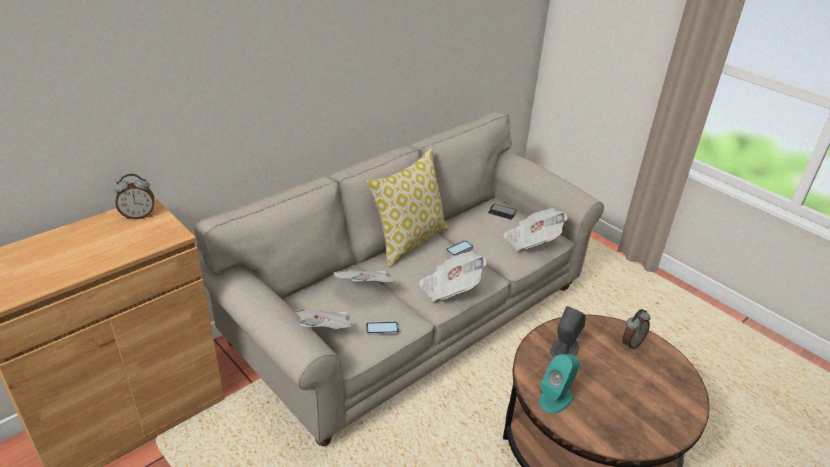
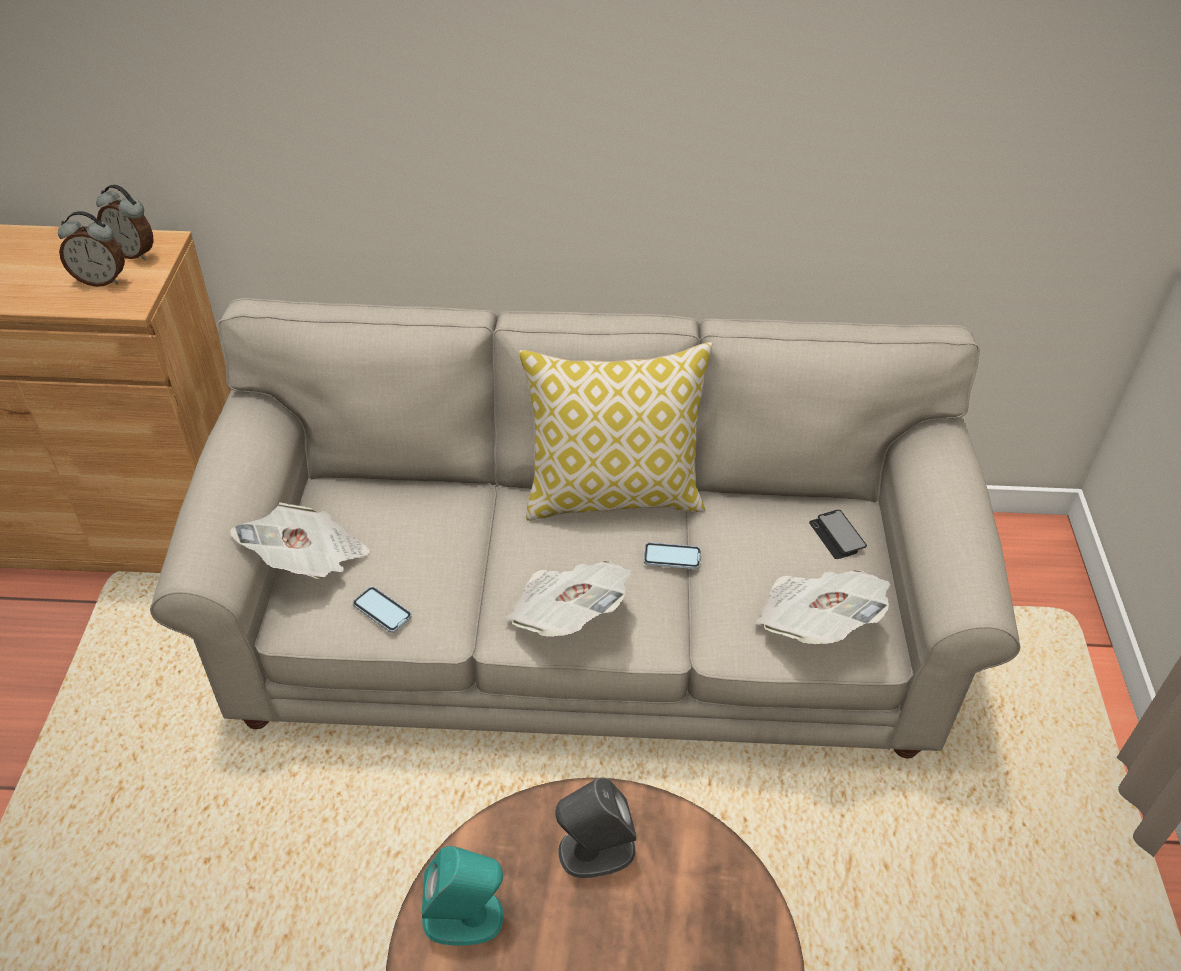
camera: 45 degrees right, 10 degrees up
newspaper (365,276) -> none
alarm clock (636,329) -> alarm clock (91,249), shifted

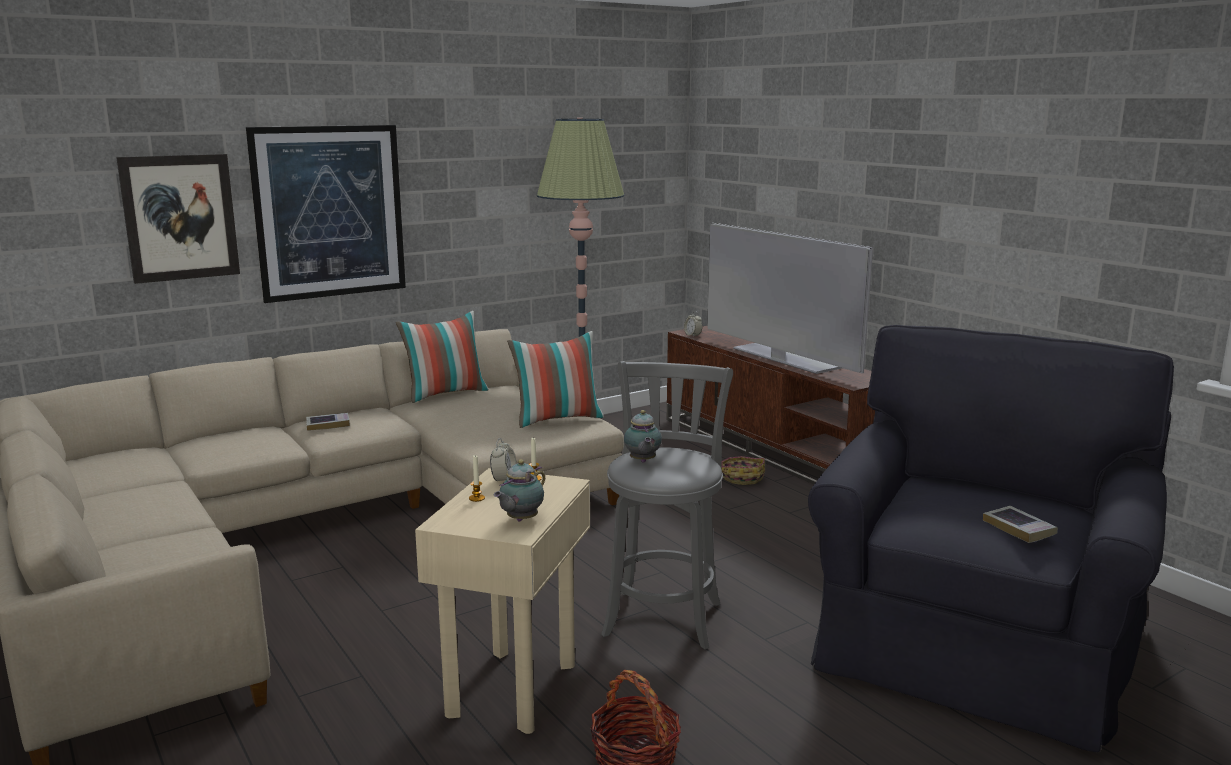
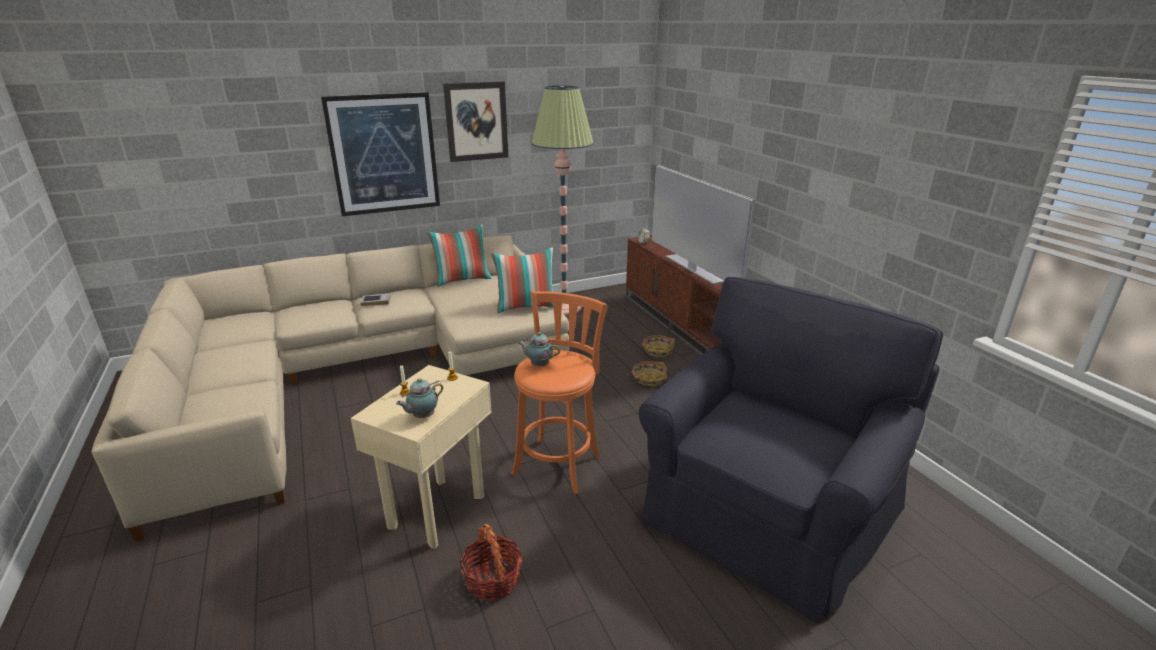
camera: 10 degrees right, 10 degrees up
picture (178,219) -> picture (475,121), shifted
alarm clock (503,459) -> none
grey stool (667,505) -> orange stool (559,392)
teapot (643,436) -> teapot (539,349), 105 degrees clockwise
book (1020,524) -> none
none -> basket (647,373)

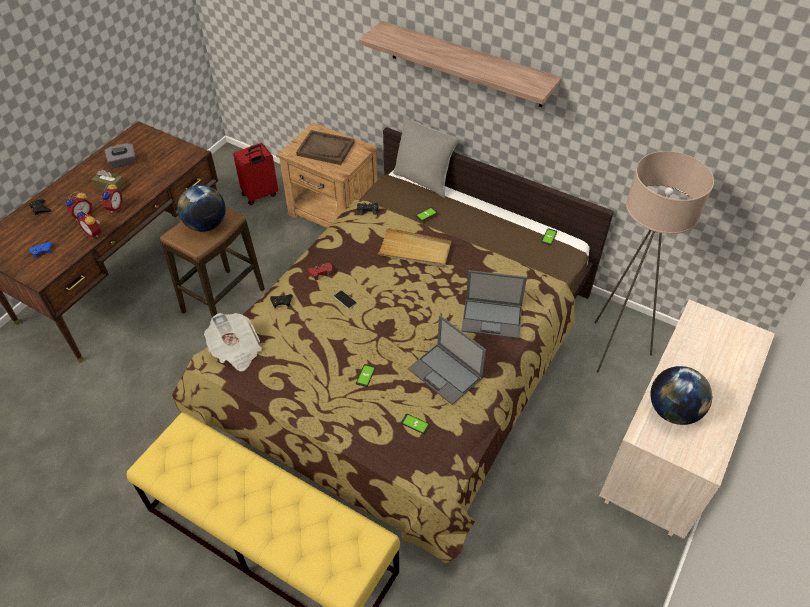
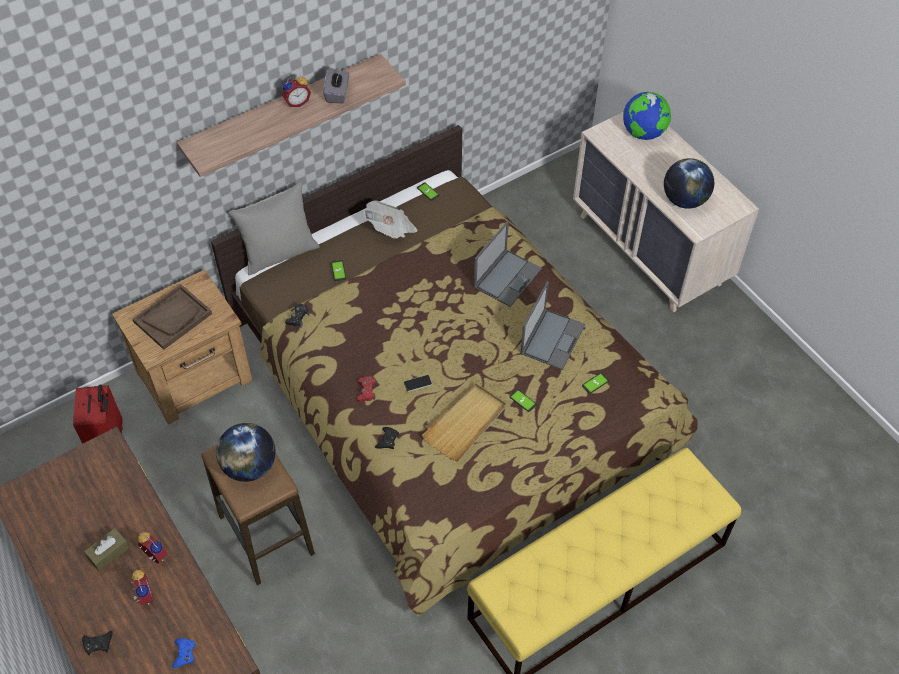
camera: 65 degrees left, 5 degrees up
alarm clock (89,223) -> alarm clock (296,91), shifted
grey tissue box (120,155) -> grey tissue box (336,86), shifted
newspaper (233,342) -> newspaper (389,219), shifted
beige tray (414,247) -> beige tray (464,422), shifted
laptop (447,360) -> laptop (552,325), 45 degrees counterclockwise
beige floor lamp (654,262) -> none
none -> globe (647,116)

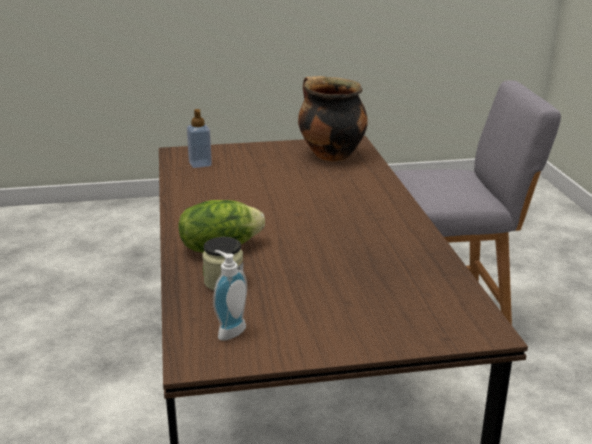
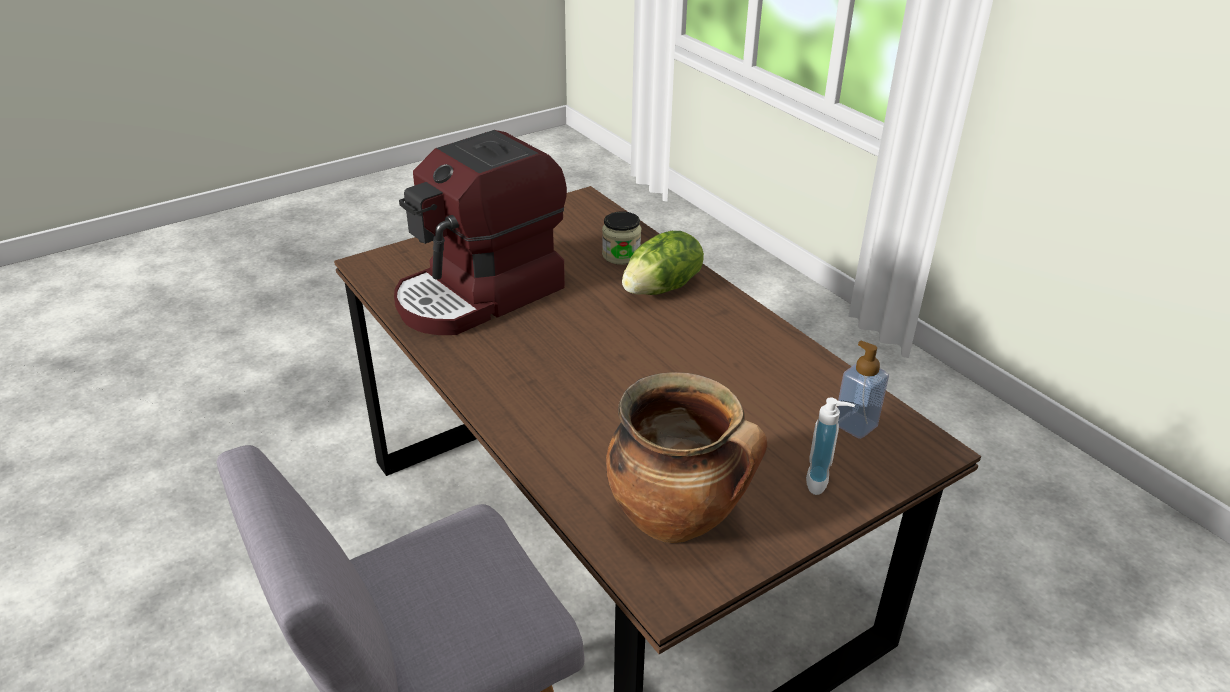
camera: 155 degrees right, 10 degrees up
soap dispenser (230,295) -> soap dispenser (830,446), shifted
none -> coffee machine (480,232)

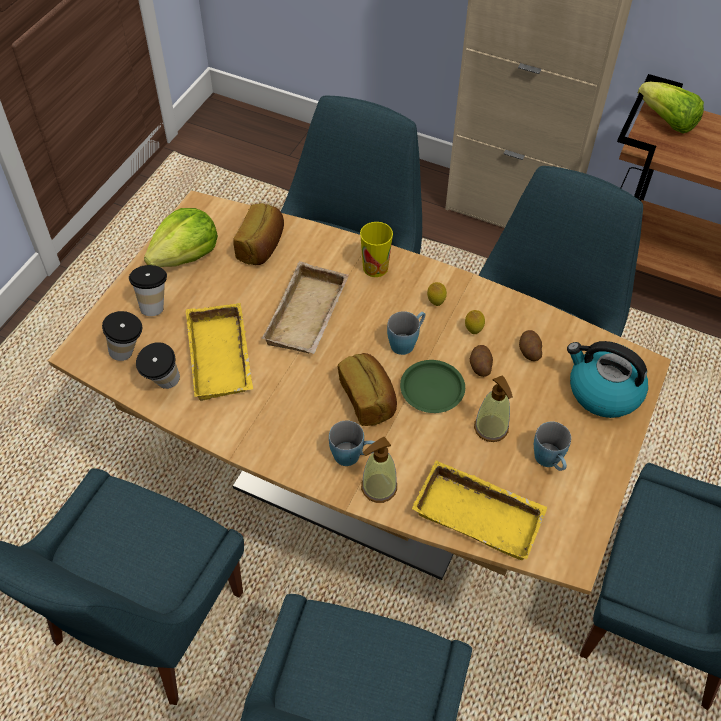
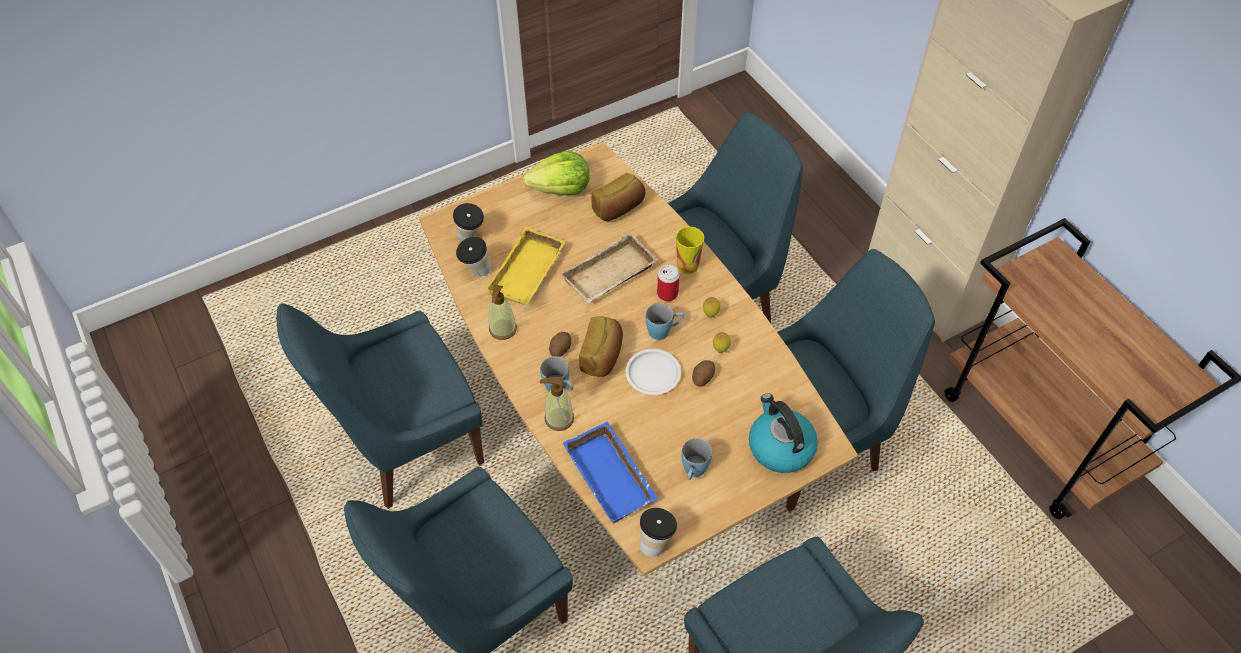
camera: 35 degrees right, 0 degrees up
cup (148,290) -> cup (658,532), shifted
green plate (432,386) -> white plate (653,372)
yellow tray (480,510) -> blue tray (610,472)
soap dispenser (493,408) -> soap dispenser (503,312), shifted
potato (530,345) -> potato (560,344), shifted
lettuce (671,108) -> none
none -> can (668,283)

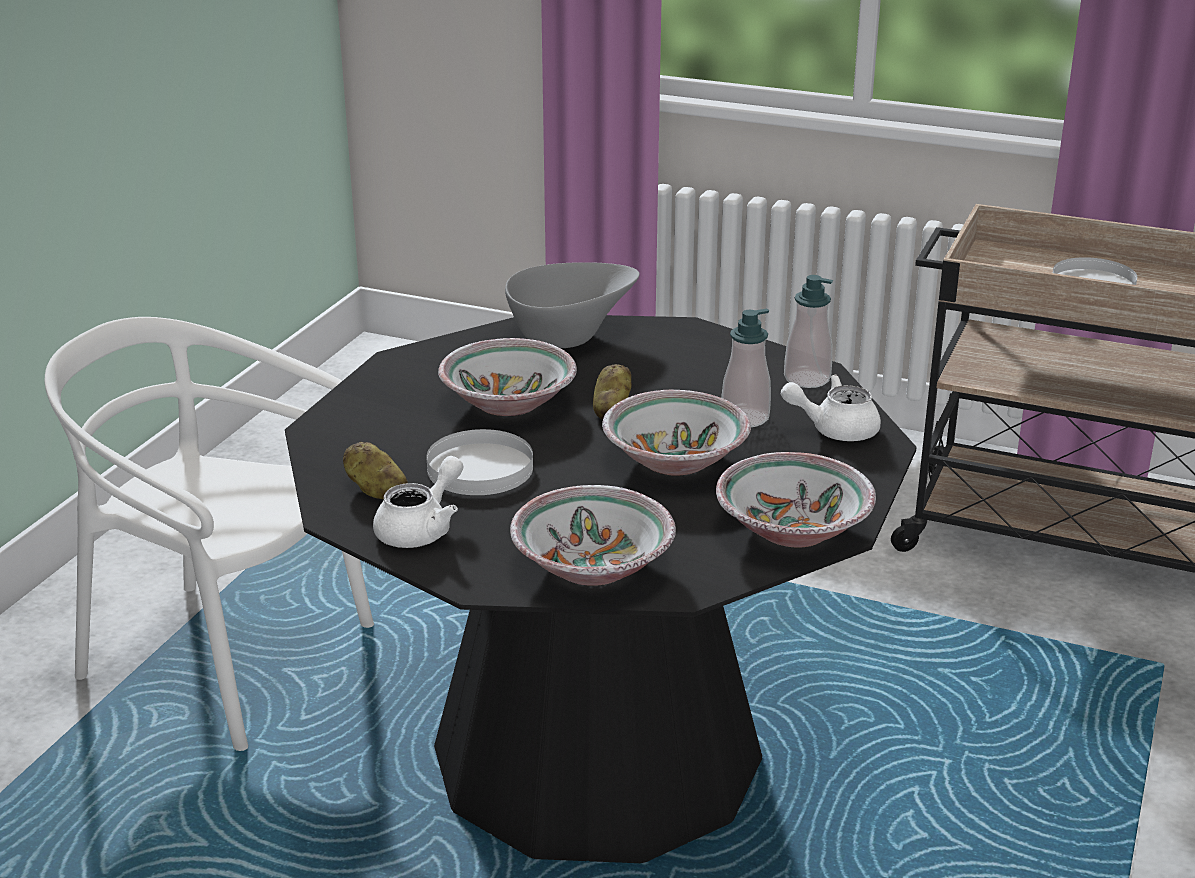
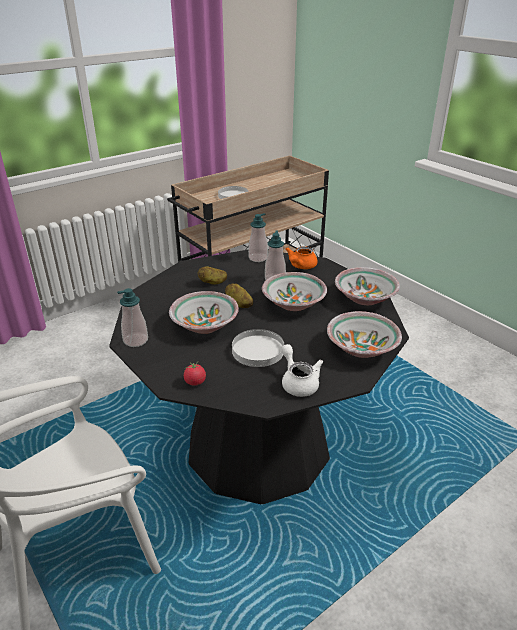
camera: 60 degrees left, 5 degrees up
potato (375,470) -> potato (212,275), shifted
grey bowl (572,305) -> none
white teapot (831,407) -> orange teapot (301,257)
none -> soap dispenser (132,317)
none -> tomato (195,373)

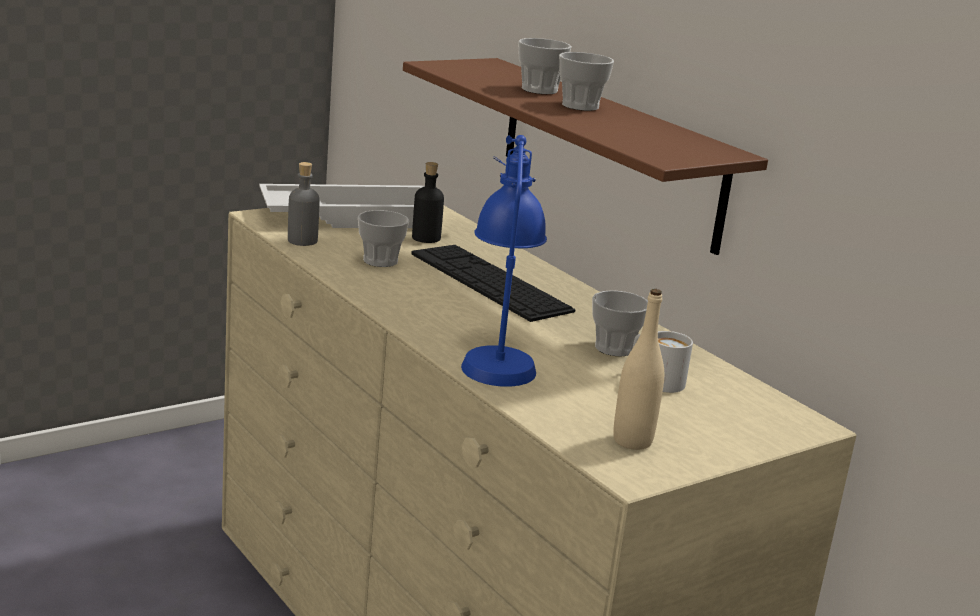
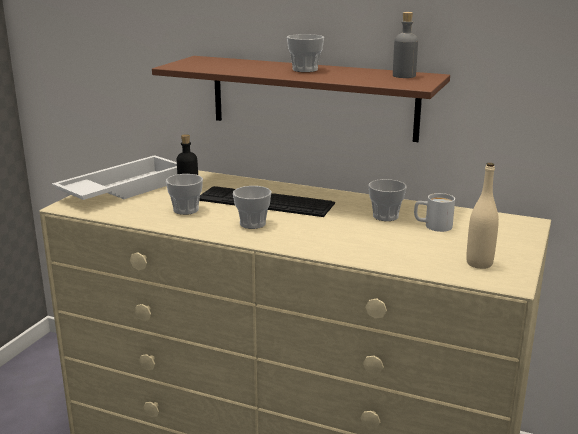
camera: 30 degrees left, 0 degrees up
grey bottle (304,204) -> grey bottle (405,45), shifted
blue table lamp (504,261) -> none
cup (545,66) -> cup (252,207), shifted

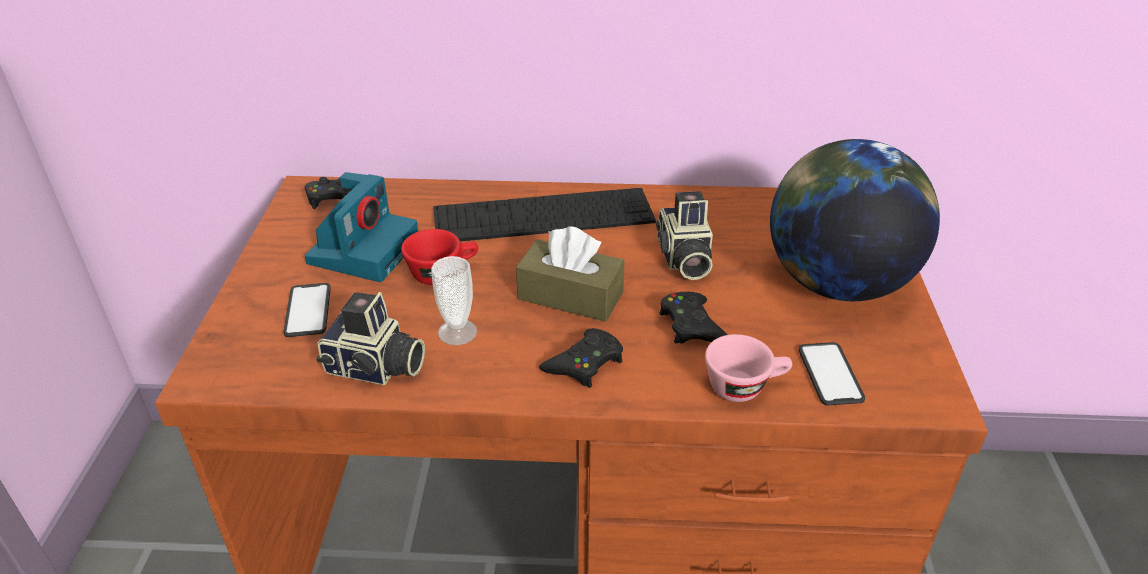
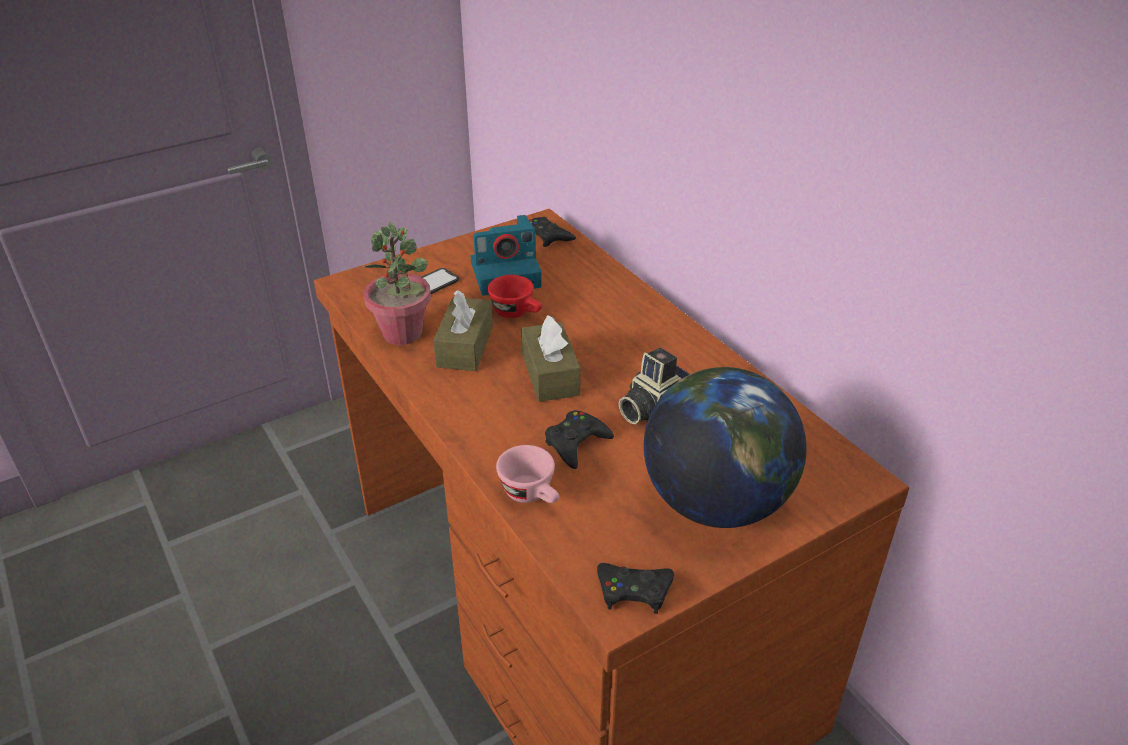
camera: 55 degrees right, 0 degrees up
photo camera (370,338) -> potted plant (397,283)
cup (454,300) -> brown tissue box (463,330)
keyboard (544,214) -> none
black game controller (581,358) -> black game controller (635,588), shifted
phone (832,373) -> none

